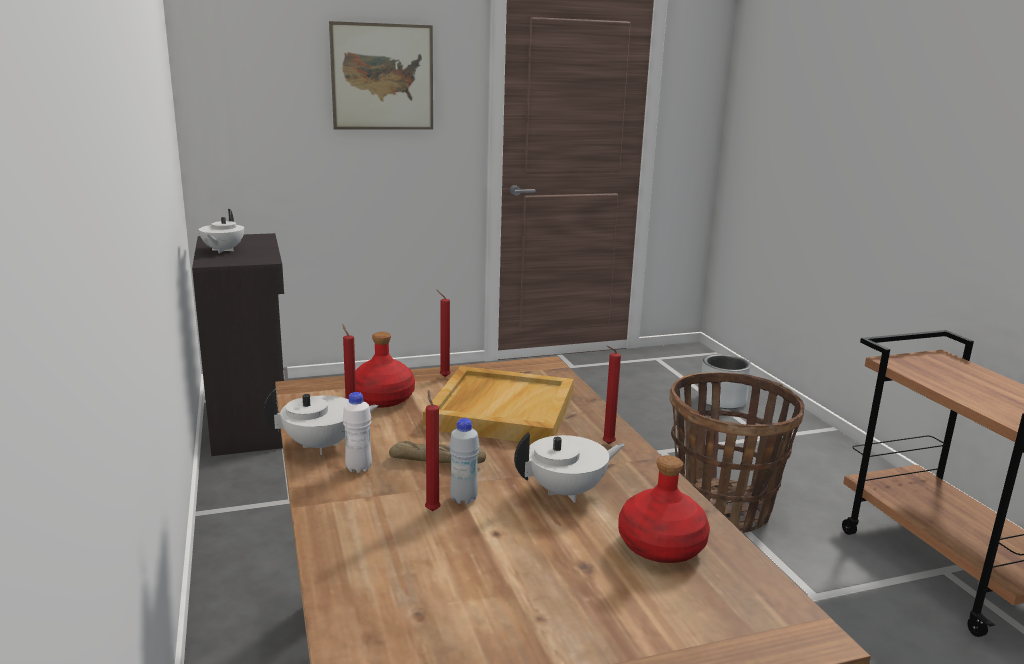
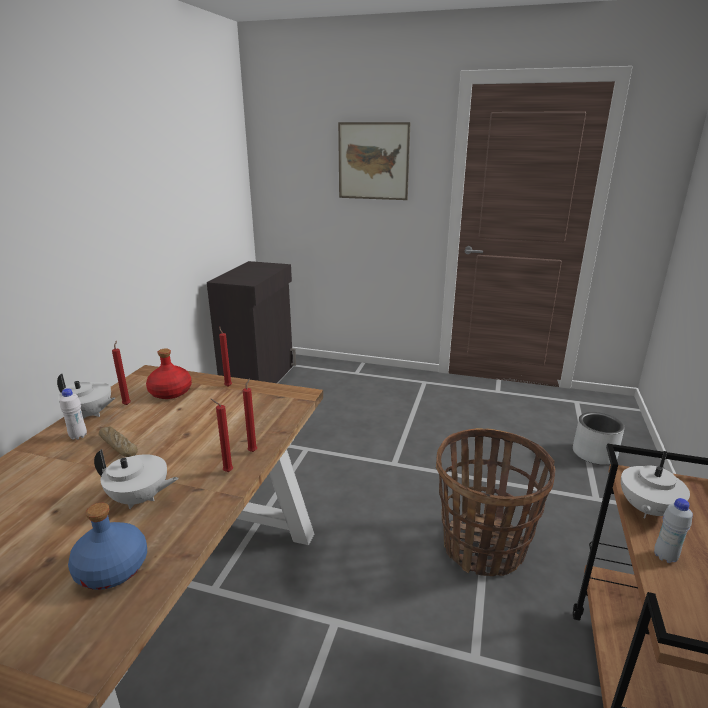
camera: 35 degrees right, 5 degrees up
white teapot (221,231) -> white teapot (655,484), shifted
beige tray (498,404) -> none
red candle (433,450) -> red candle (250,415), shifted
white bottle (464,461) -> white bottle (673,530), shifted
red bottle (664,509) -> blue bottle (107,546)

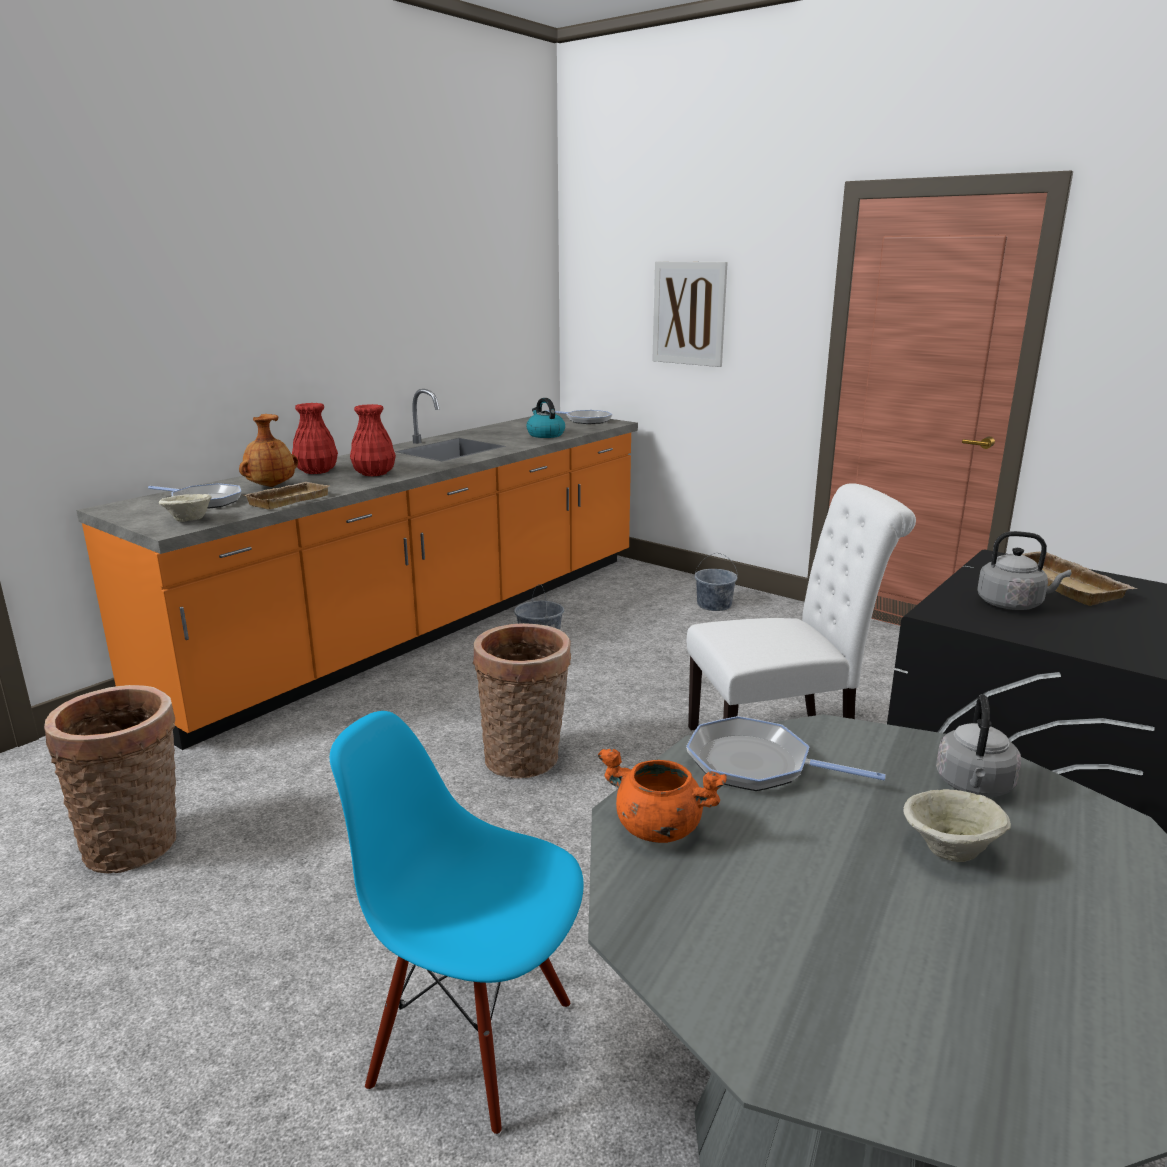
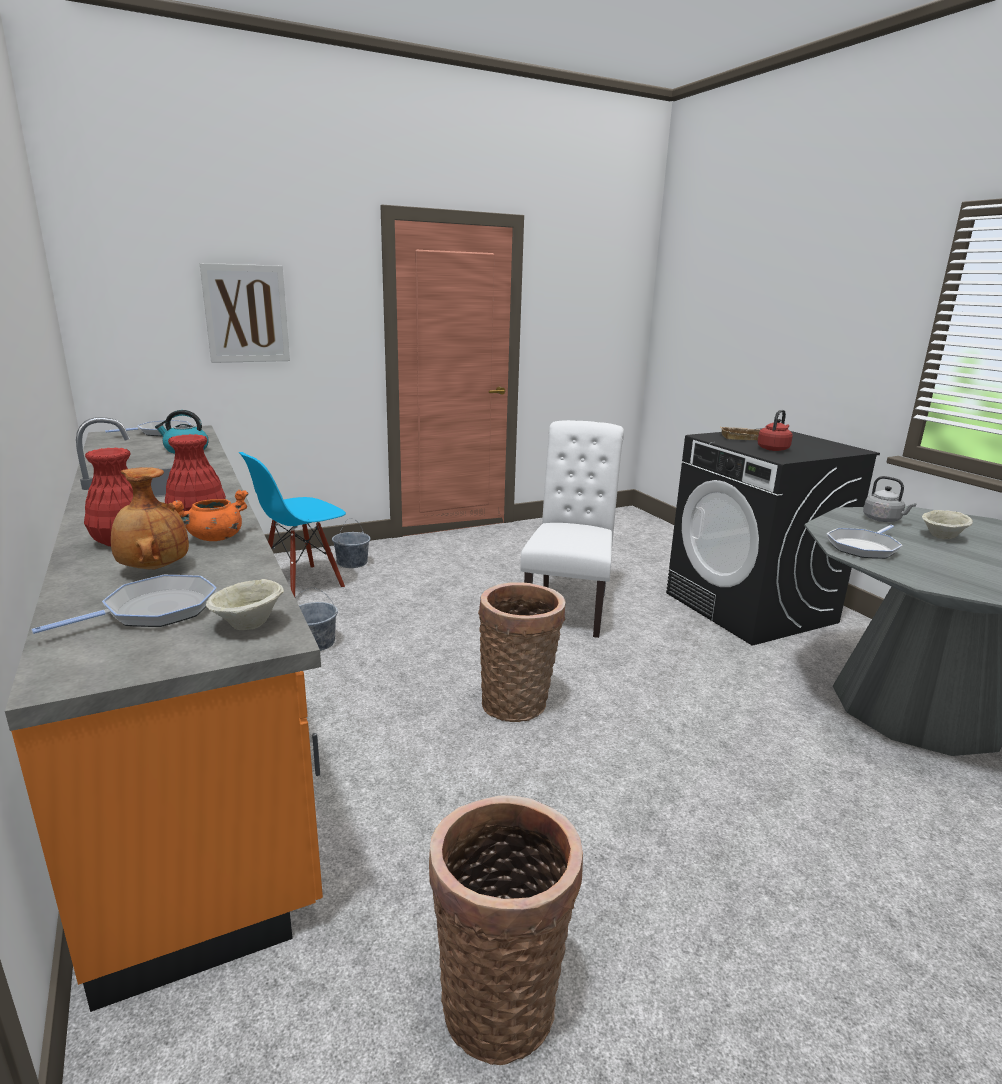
camera: 65 degrees left, 0 degrees up
beige tray (286,496) -> none
blue chair (457,923) -> blue chair (292,524), shifted
orange cooking pot (662,796) -> orange cooking pot (210,515), shifted
grey kettle (1024,570) -> red kettle (775,430)

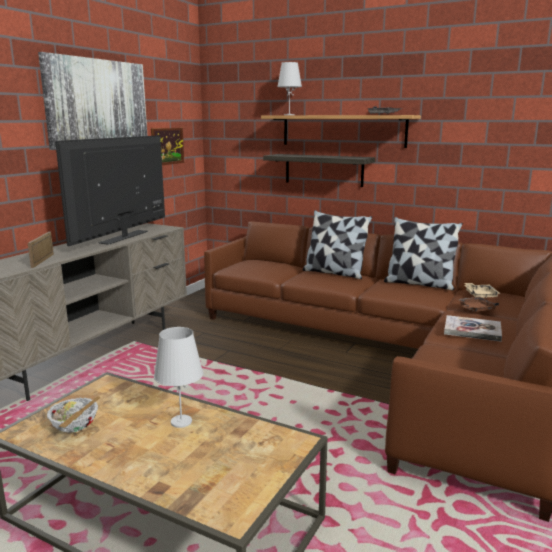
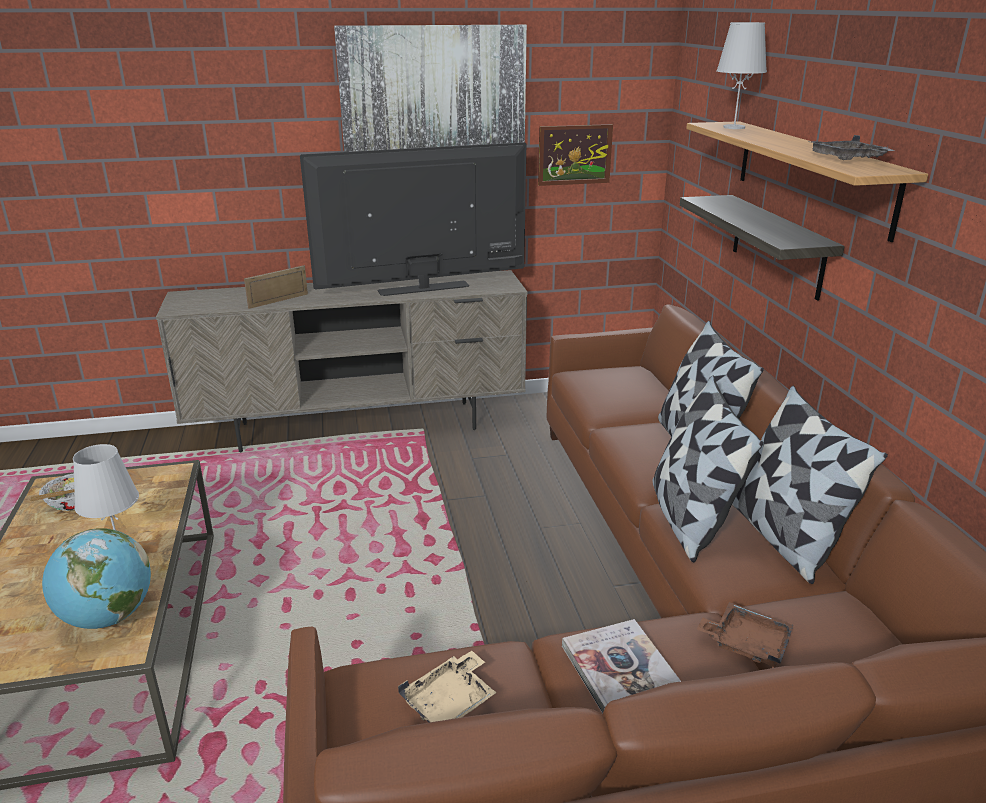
camera: 50 degrees right, 10 degrees up
beige tray (483,291) -> beige tray (447,687), shifted
none -> globe (96,578)
none -> pillow (707,468)

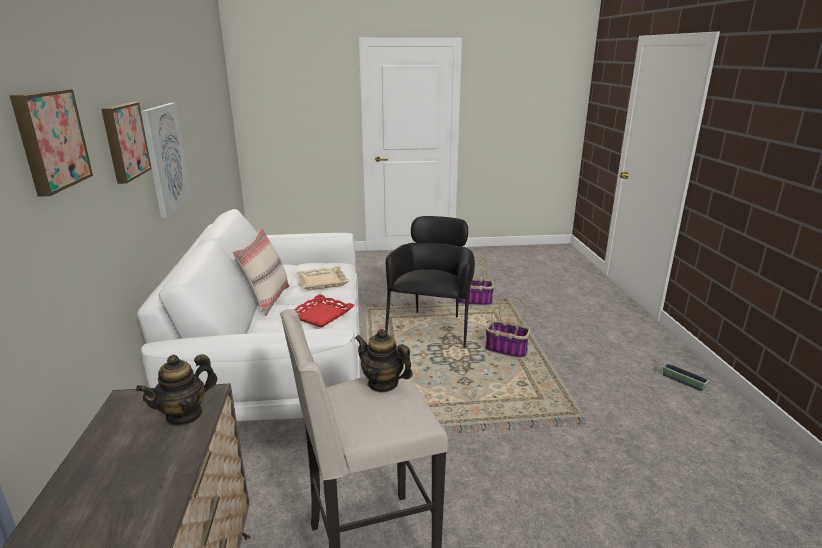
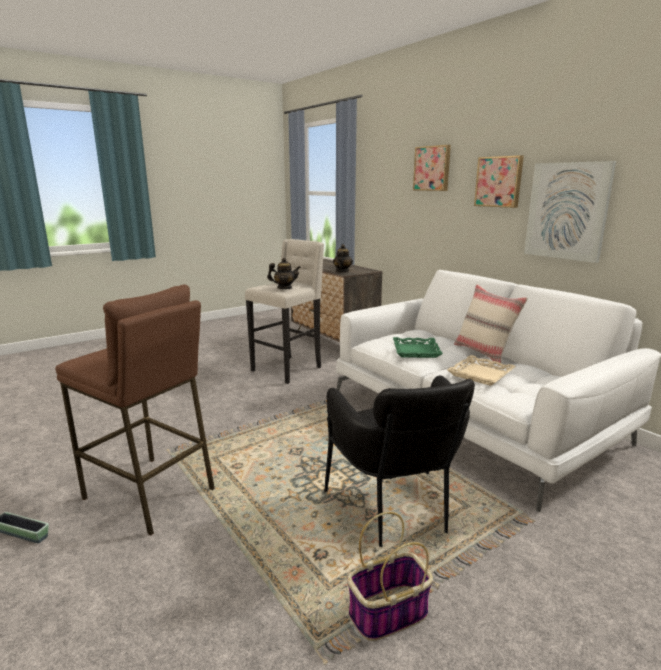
camera: 150 degrees right, 5 degrees down
red tray (324,311) -> green tray (418,347)
basket (508,327) -> none
none -> brown stool (135,410)

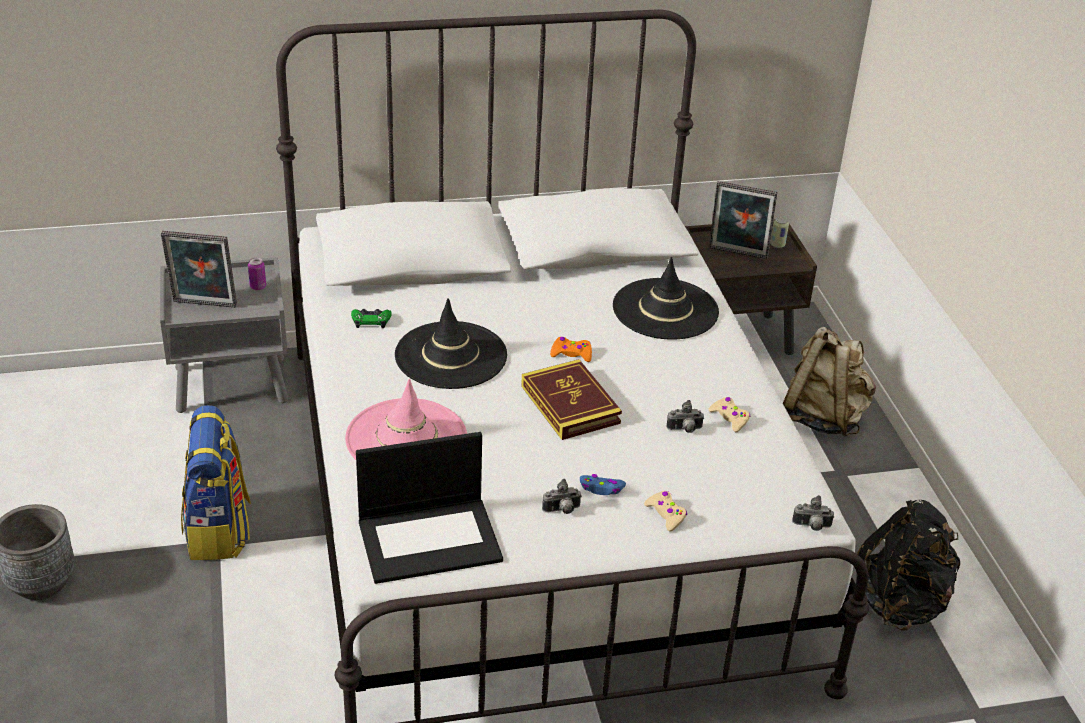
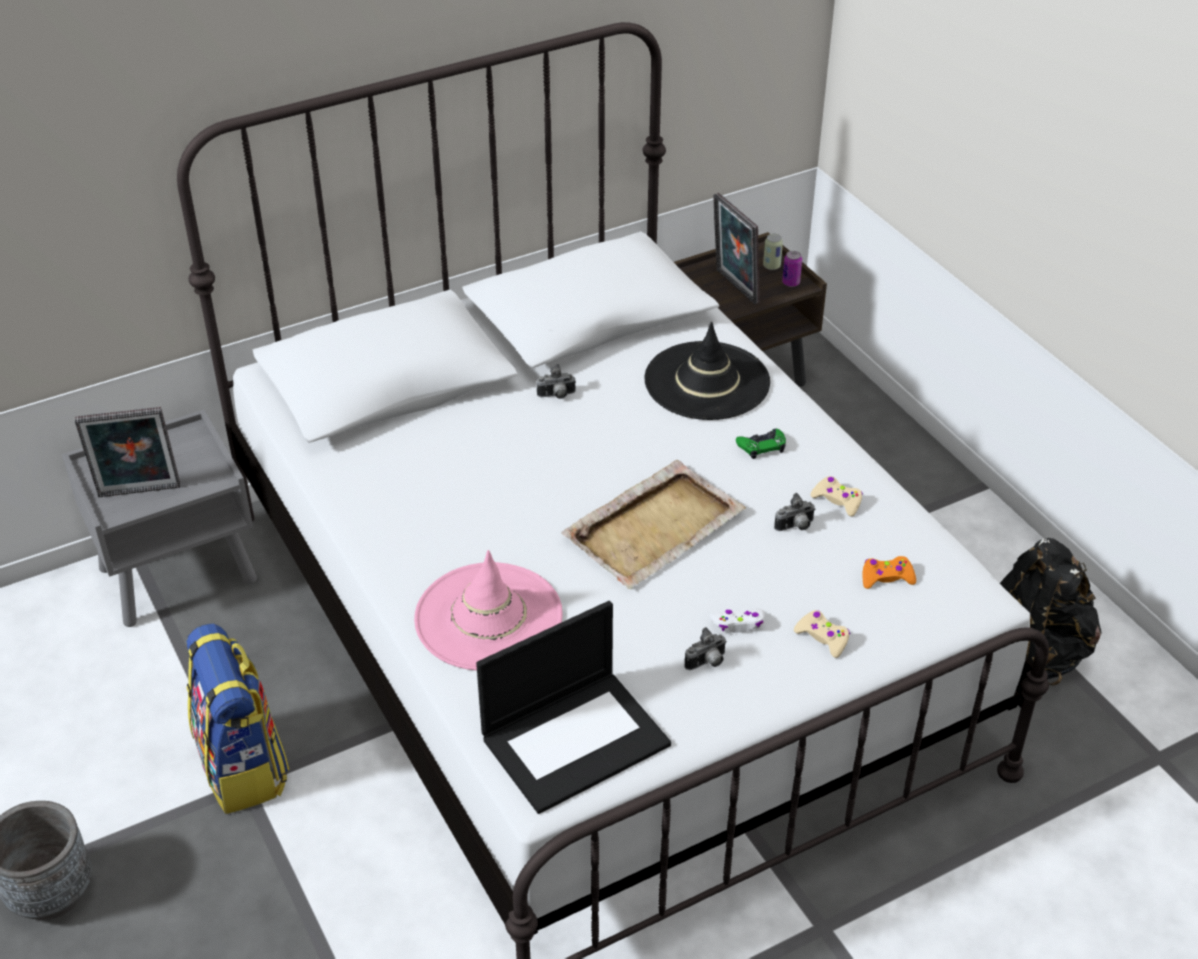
camera: 15 degrees left, 5 degrees up
can (257,274) -> can (792,269), shifted
green game controller (371,318) -> green game controller (761,443), shifted
black hat (451,343) -> none
book (571,399) -> beige tray (653,524)
orange game controller (571,349) -> orange game controller (889,572), shifted
blue game controller (603,484) -> white game controller (737,620)
picture frame (743,220) -> picture frame (736,248), 60 degrees clockwise
beige backpack (829,381) -> none
photo camera (813,513) -> photo camera (556,381), shifted

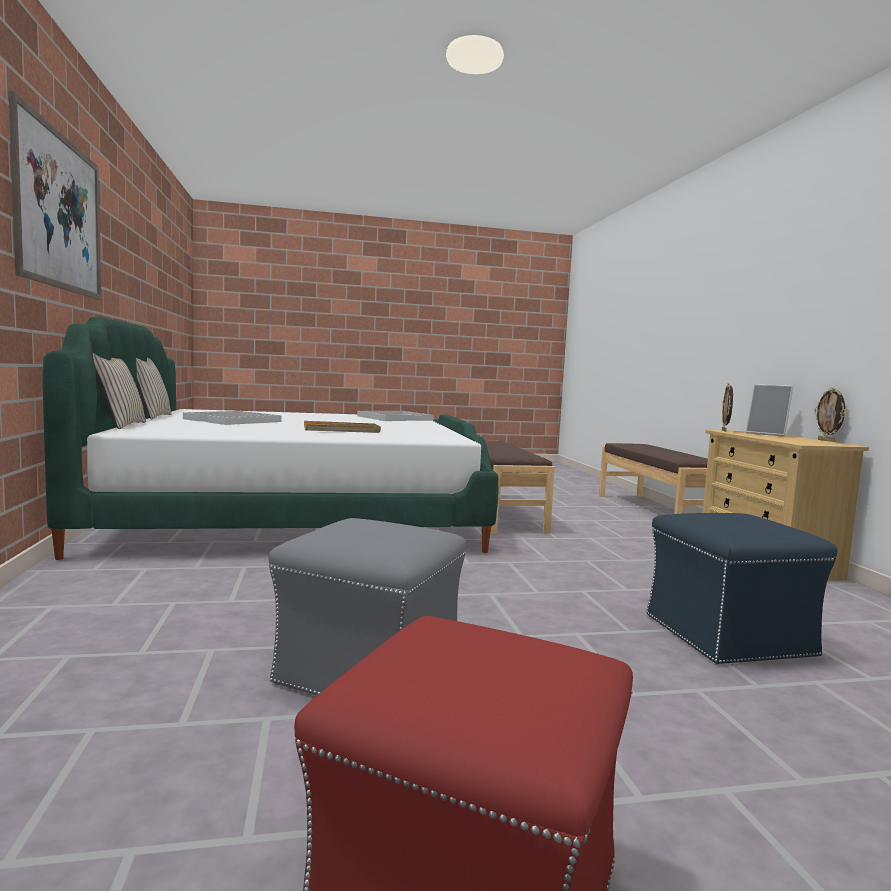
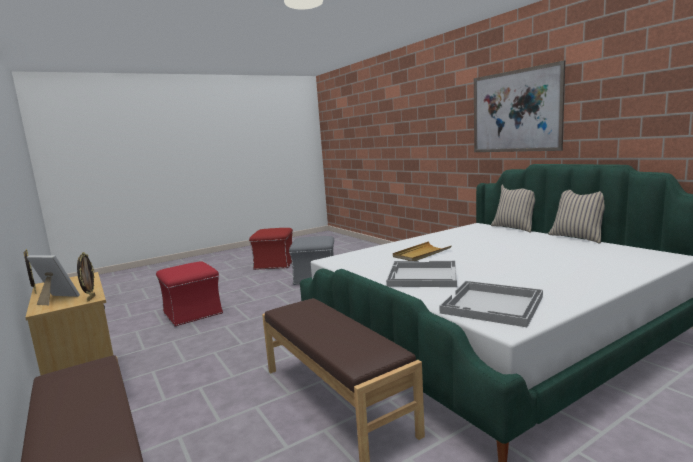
camera: 160 degrees right, 5 degrees up
white tray (232,418) -> white tray (421,274), shifted
blue ottoman (741,589) -> red ottoman (189,294)

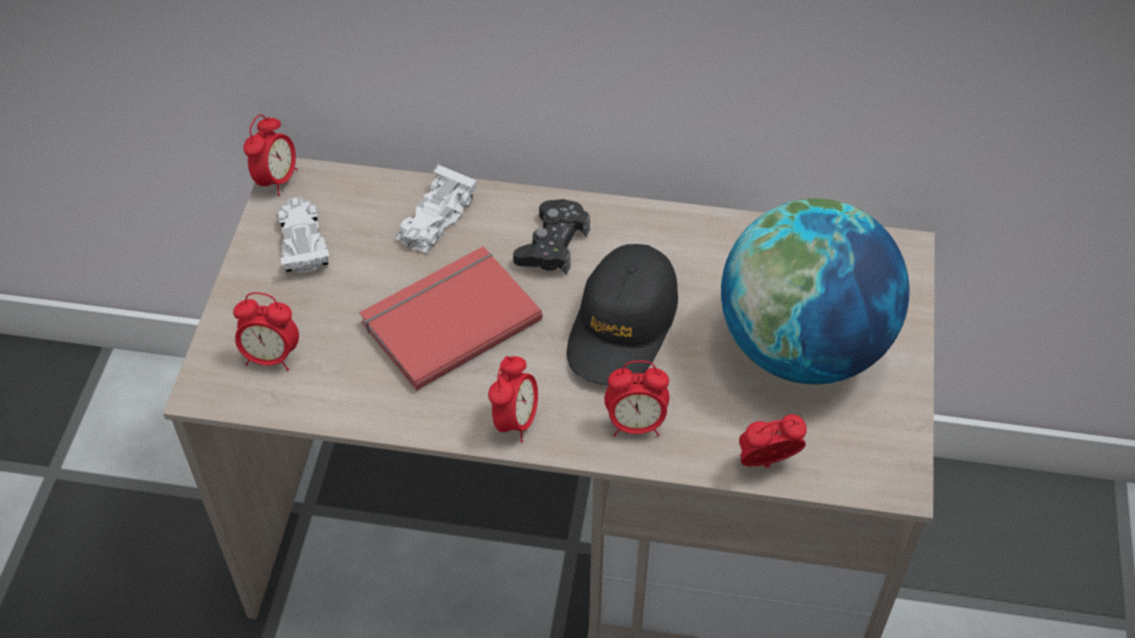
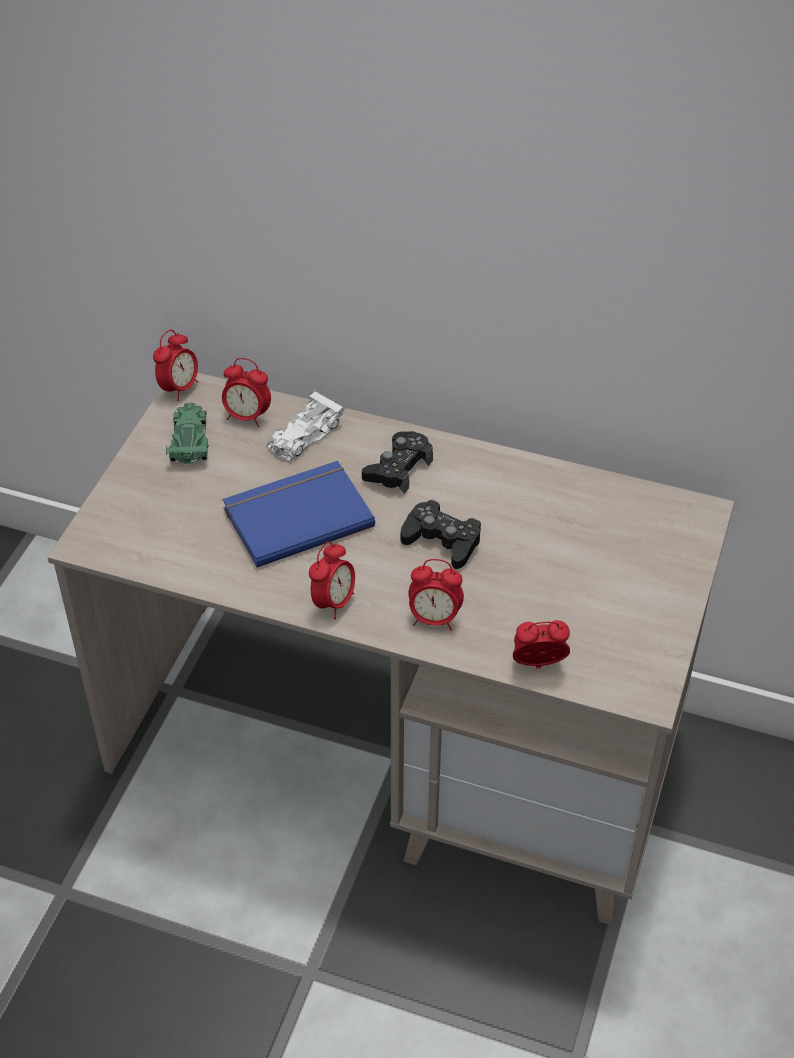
camera: 10 degrees right, 5 degrees down
alarm clock (266,331) -> alarm clock (246,392), shifted
white toy car (303,235) -> green toy car (187,433)
red book (451,318) -> blue book (299,514)
black cap (622,315) -> black game controller (441,534)
globe (815,291) -> none

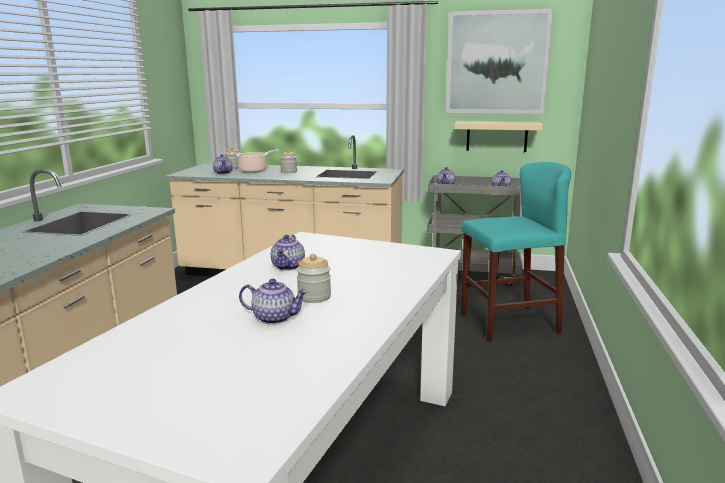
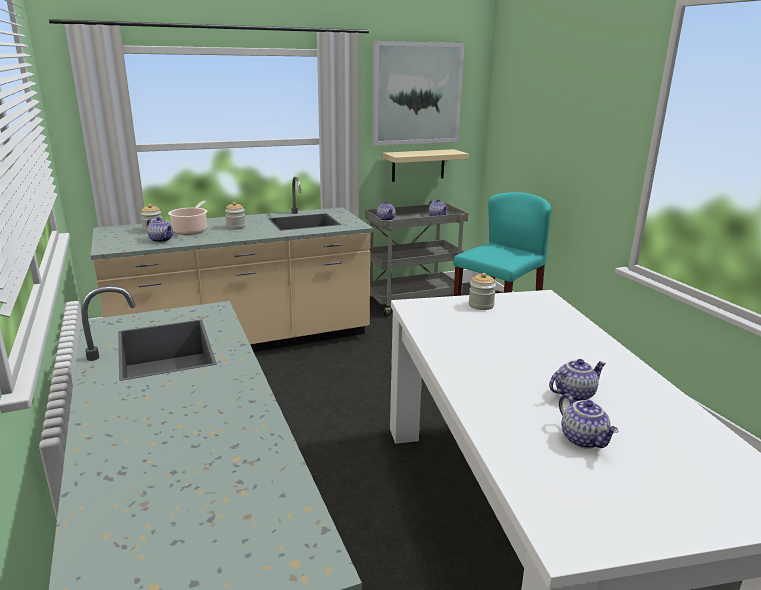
camera: 35 degrees left, 5 degrees up
teapot (288,253) -> teapot (589,421), shifted
jar (313,278) -> jar (482,291), shifted

